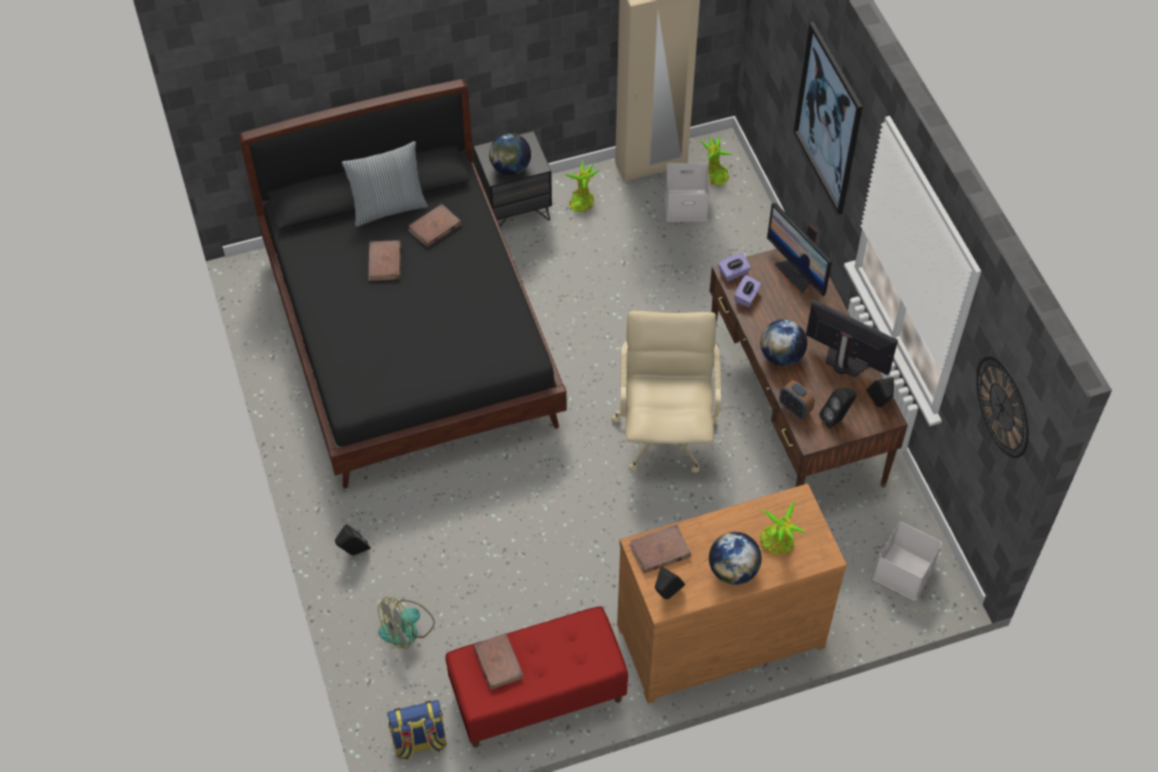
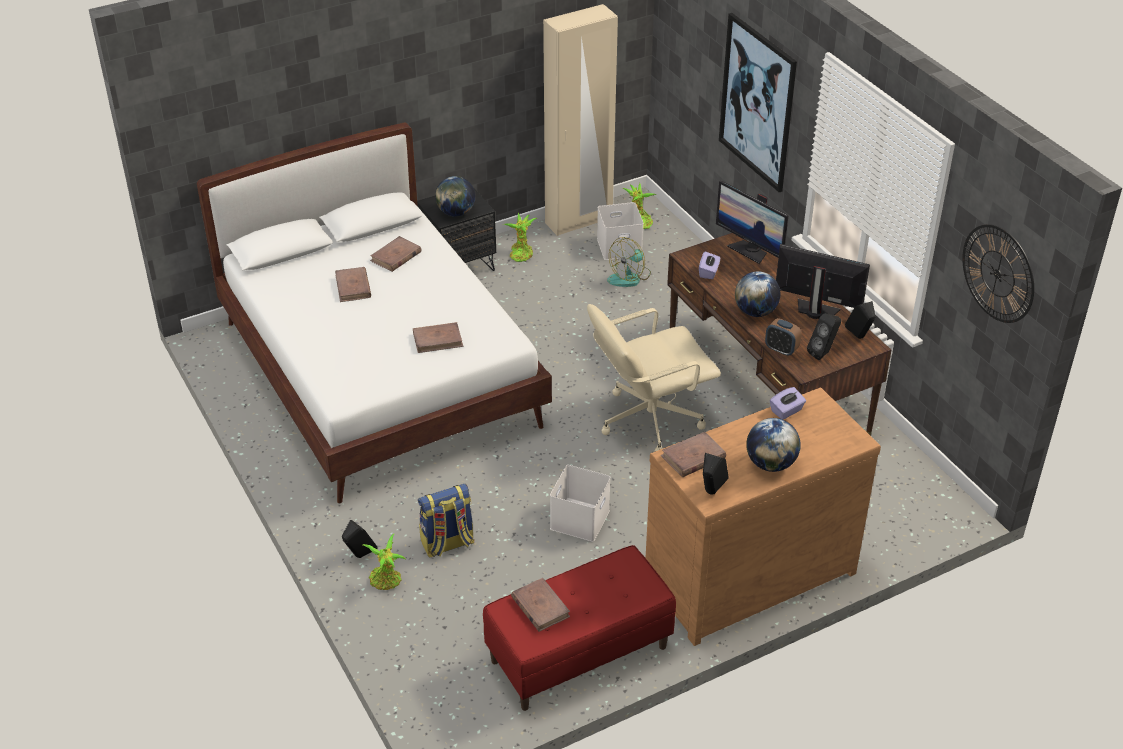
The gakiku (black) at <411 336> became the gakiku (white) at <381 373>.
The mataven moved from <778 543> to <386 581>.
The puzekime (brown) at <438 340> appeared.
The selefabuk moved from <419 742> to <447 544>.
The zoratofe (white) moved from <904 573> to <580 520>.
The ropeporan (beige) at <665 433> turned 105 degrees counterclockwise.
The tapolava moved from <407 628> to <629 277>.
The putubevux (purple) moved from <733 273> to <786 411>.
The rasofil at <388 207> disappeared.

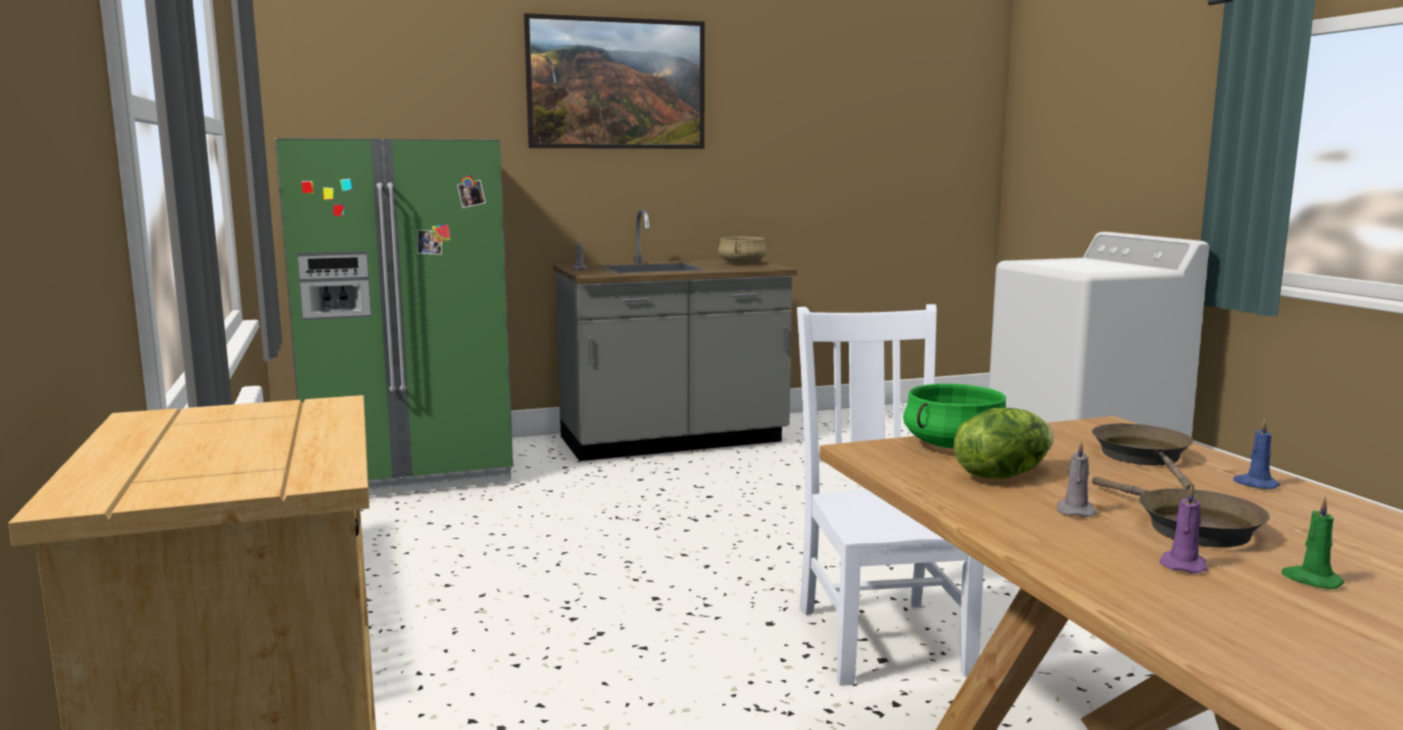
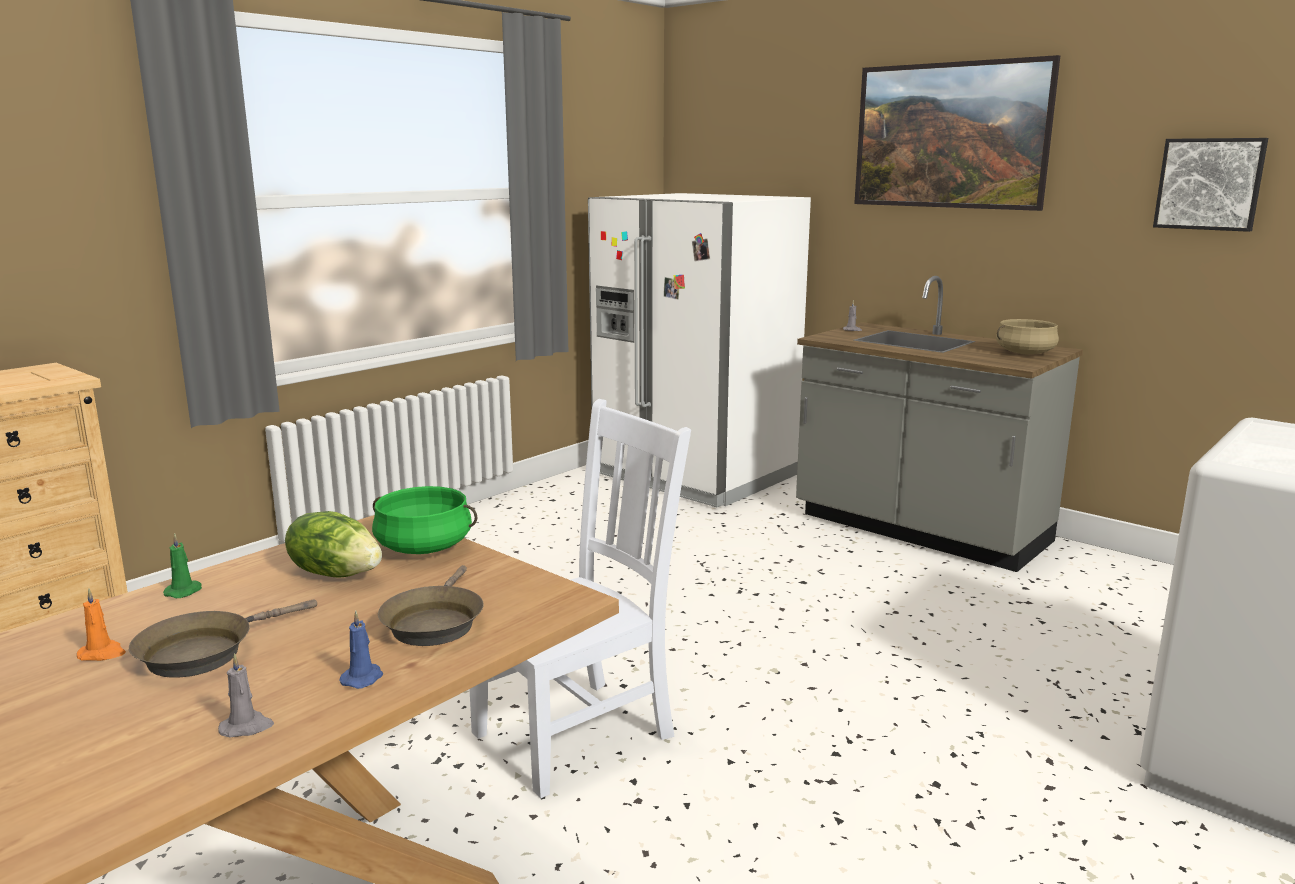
The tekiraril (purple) at <1183 565> became the tekiraril (orange) at <102 654>.
The tekiraril (green) moved from <1311 580> to <184 591>.
The tekiraril (grey) moved from <1075 511> to <247 727>.
The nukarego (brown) at <1144 458> turned 120 degrees clockwise.
The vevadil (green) at <408 470> became the vevadil (white) at <694 475>.
The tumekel at <1209 184> appeared.

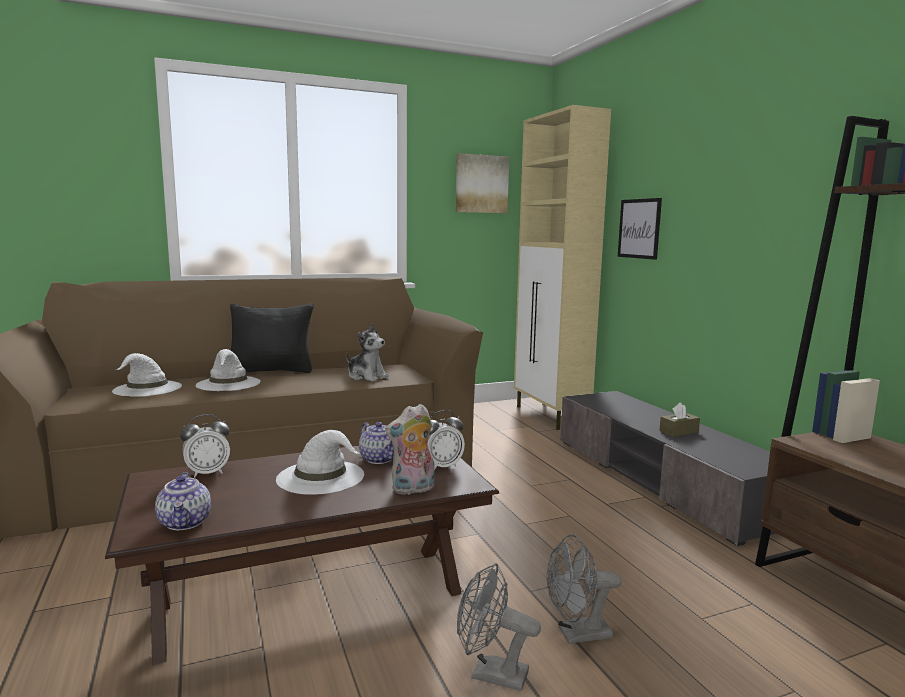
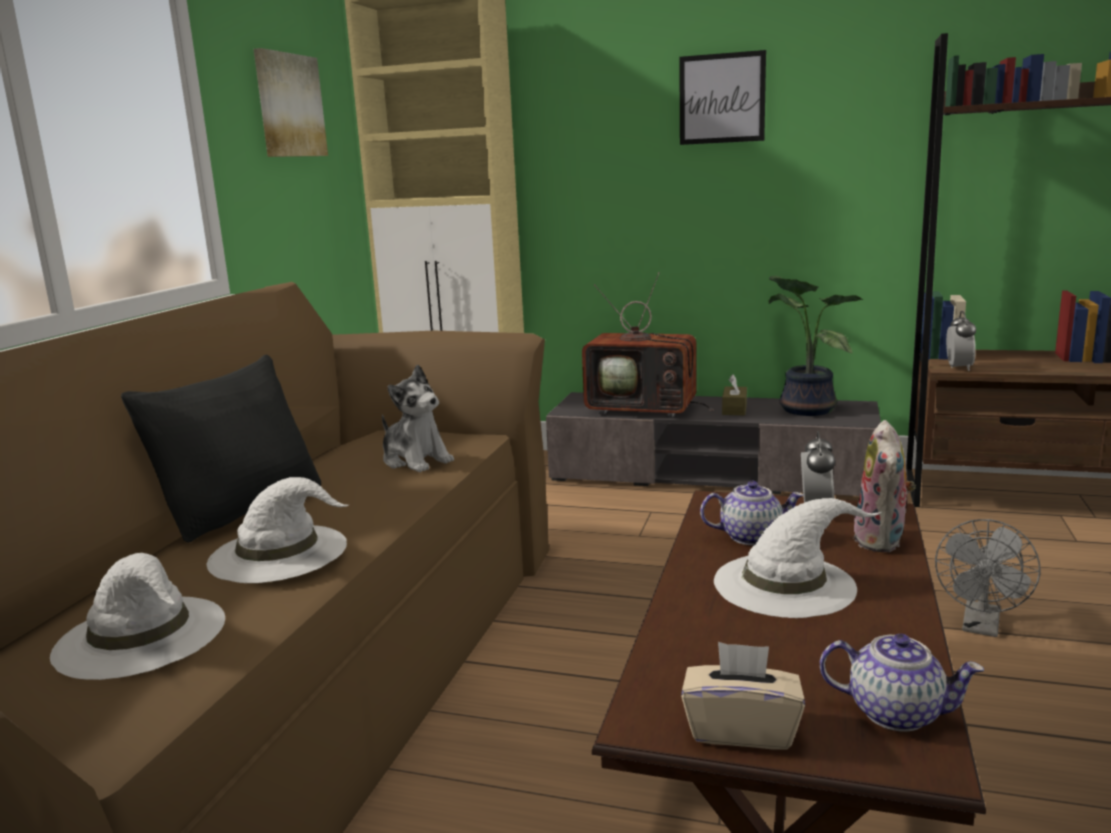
The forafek at <366 376> turned 60 degrees clockwise.
The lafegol at <645 409> appeared.
The tumekel moved from <639 228> to <722 98>.
The putubevux (beige) at <741 729> appeared.
The mataven at <803 409> appeared.
The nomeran moved from <207 473> to <958 368>.
The tapolava (grey) at <490 674> disappeared.

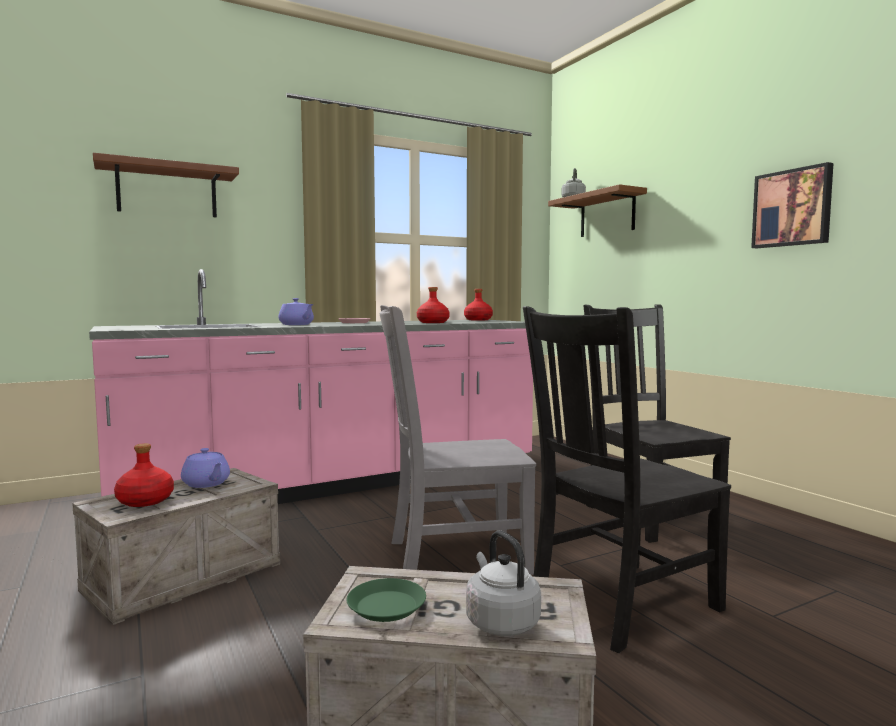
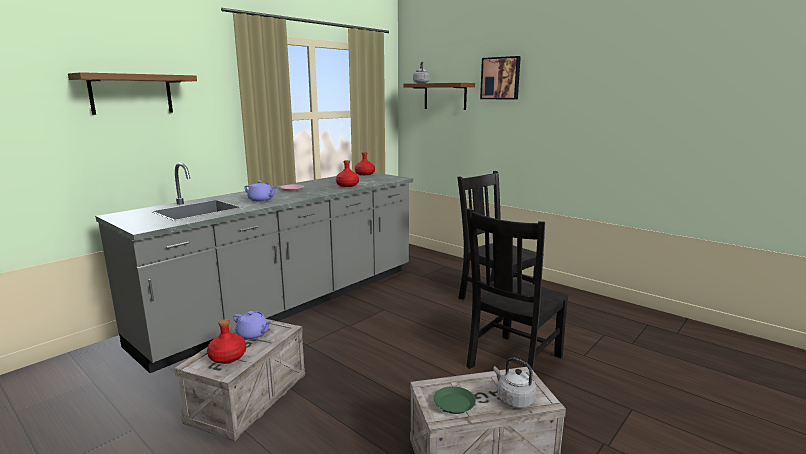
The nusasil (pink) at <338 484> became the nusasil (grey) at <290 304>.
The tumekel moved from <792 208> to <500 78>.
The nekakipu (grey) at <452 557> disappeared.

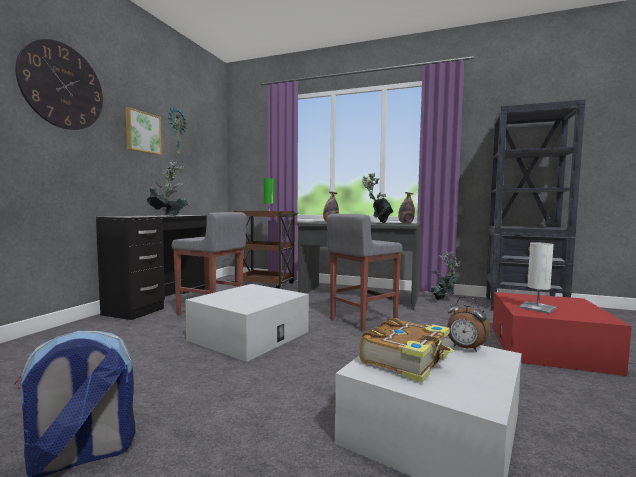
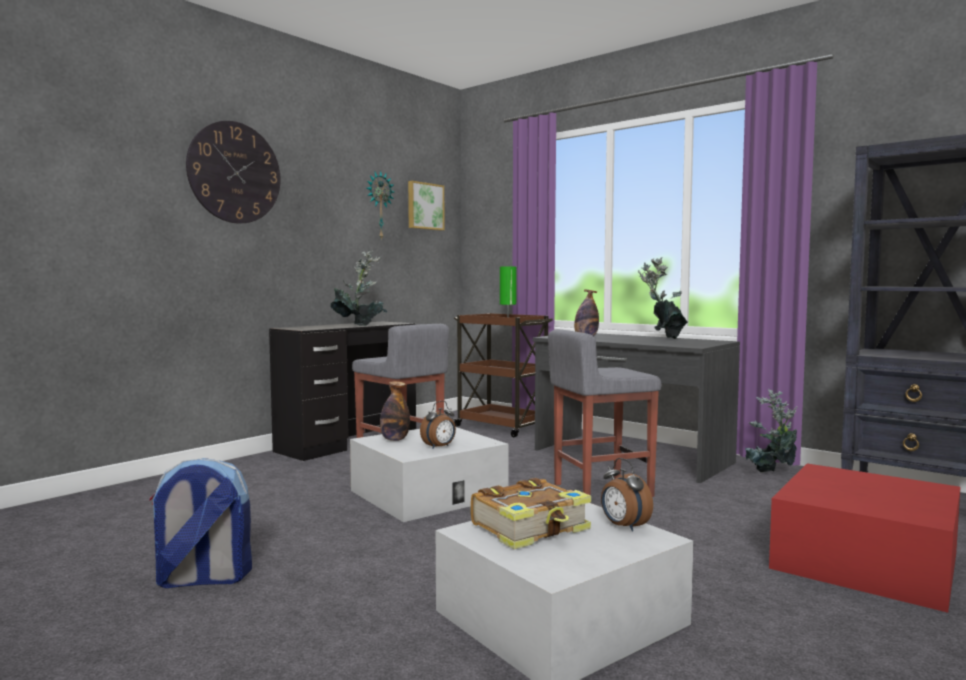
The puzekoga moved from <405 223> to <394 439>.
The tumekel moved from <142 132> to <424 206>.
The nomeran at <439 447> appeared.
The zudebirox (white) at <537 308> disappeared.

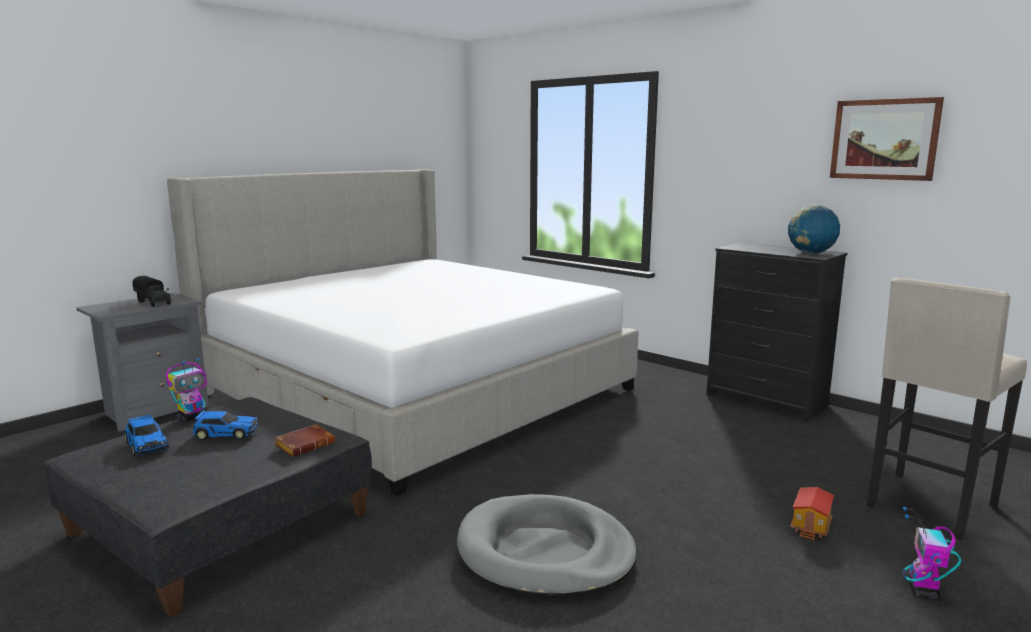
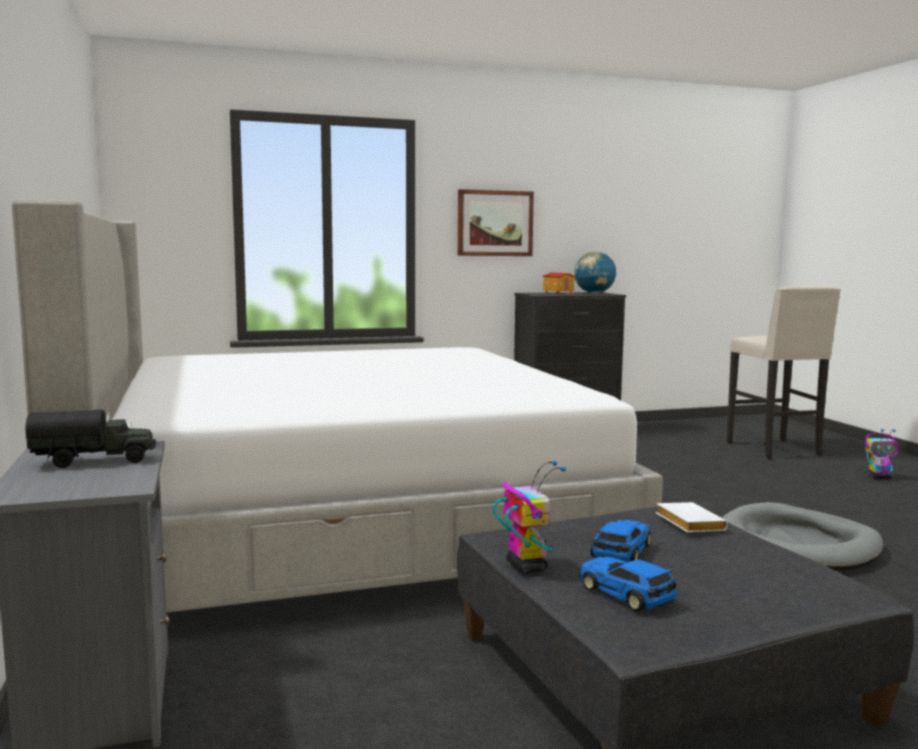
The tumekel moved from <884 139> to <495 223>.
The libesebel moved from <811 526> to <559 293>.
The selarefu at <147 444> turned 120 degrees counterclockwise.
The puzekime (brown) at <305 444> became the puzekime (white) at <687 523>.
The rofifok at <923 591> turned 45 degrees counterclockwise.

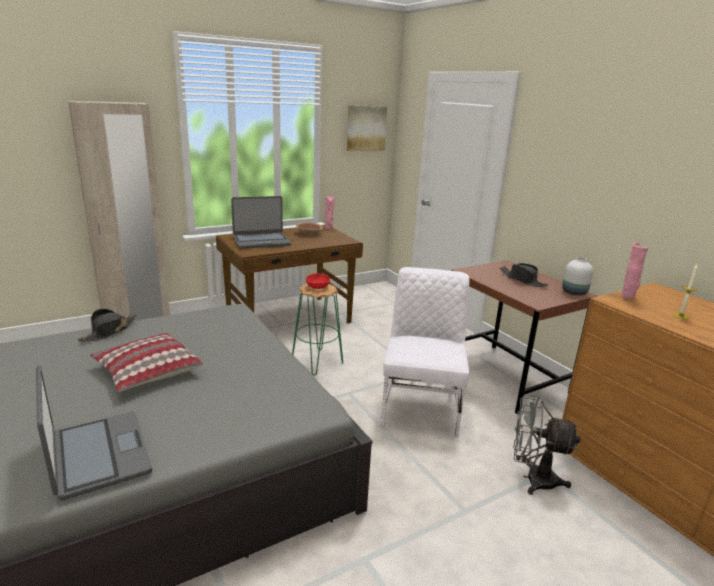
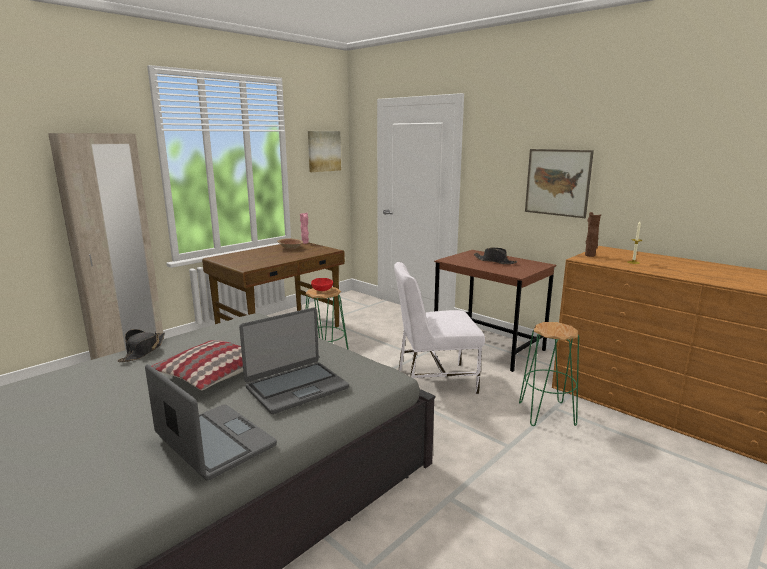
The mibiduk moved from <261 241> to <296 387>.
The nekakipu (white) at <421 407> turned 90 degrees counterclockwise.
The tapolava (grey) at <532 479> was replaced by the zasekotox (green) at <547 414>.
The tumekel at <557 182> appeared.
The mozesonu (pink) at <628 296> became the mozesonu (brown) at <590 255>.
The mozesonu (white) at <574 293> disappeared.

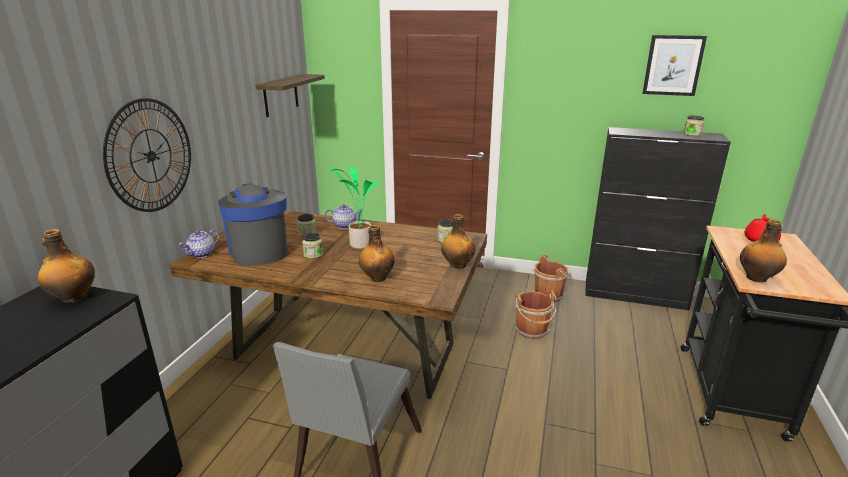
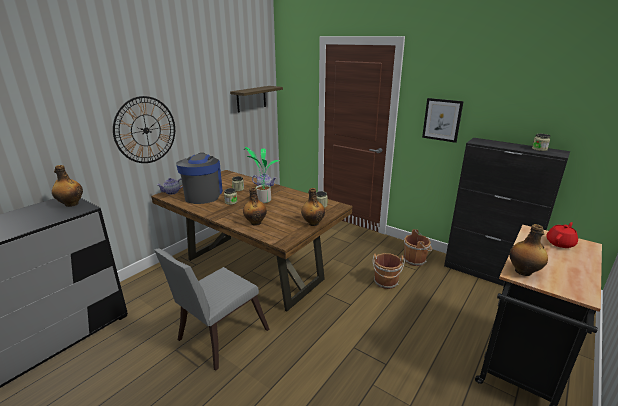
The tumekel moved from <673 65> to <442 120>.

